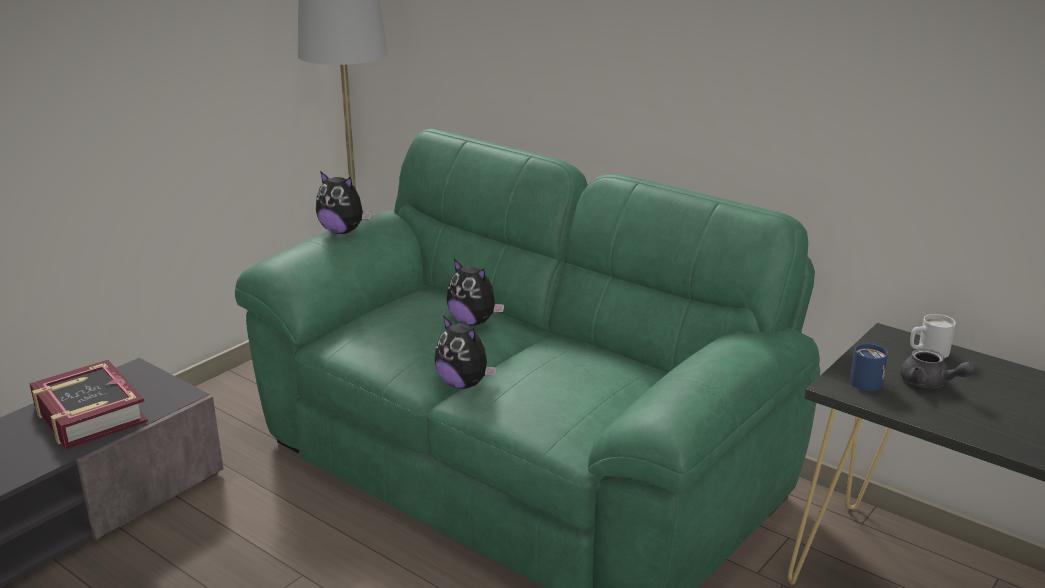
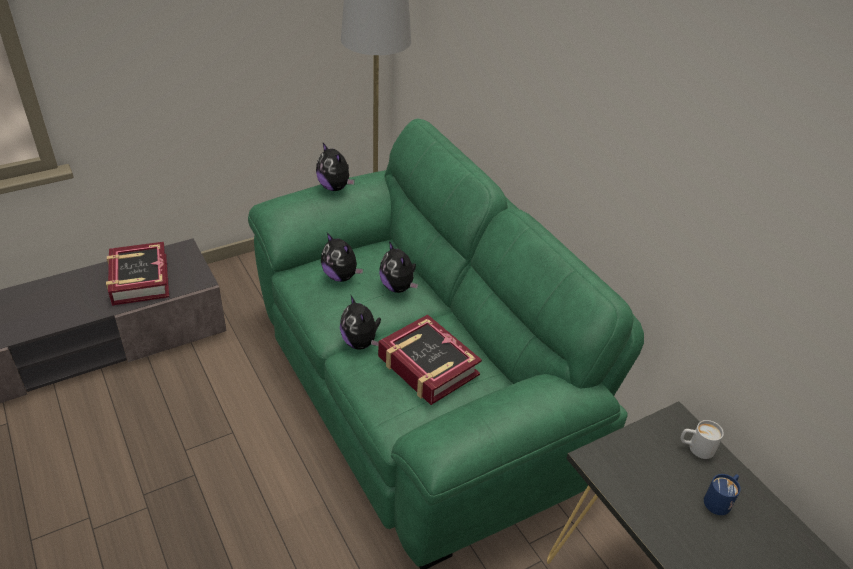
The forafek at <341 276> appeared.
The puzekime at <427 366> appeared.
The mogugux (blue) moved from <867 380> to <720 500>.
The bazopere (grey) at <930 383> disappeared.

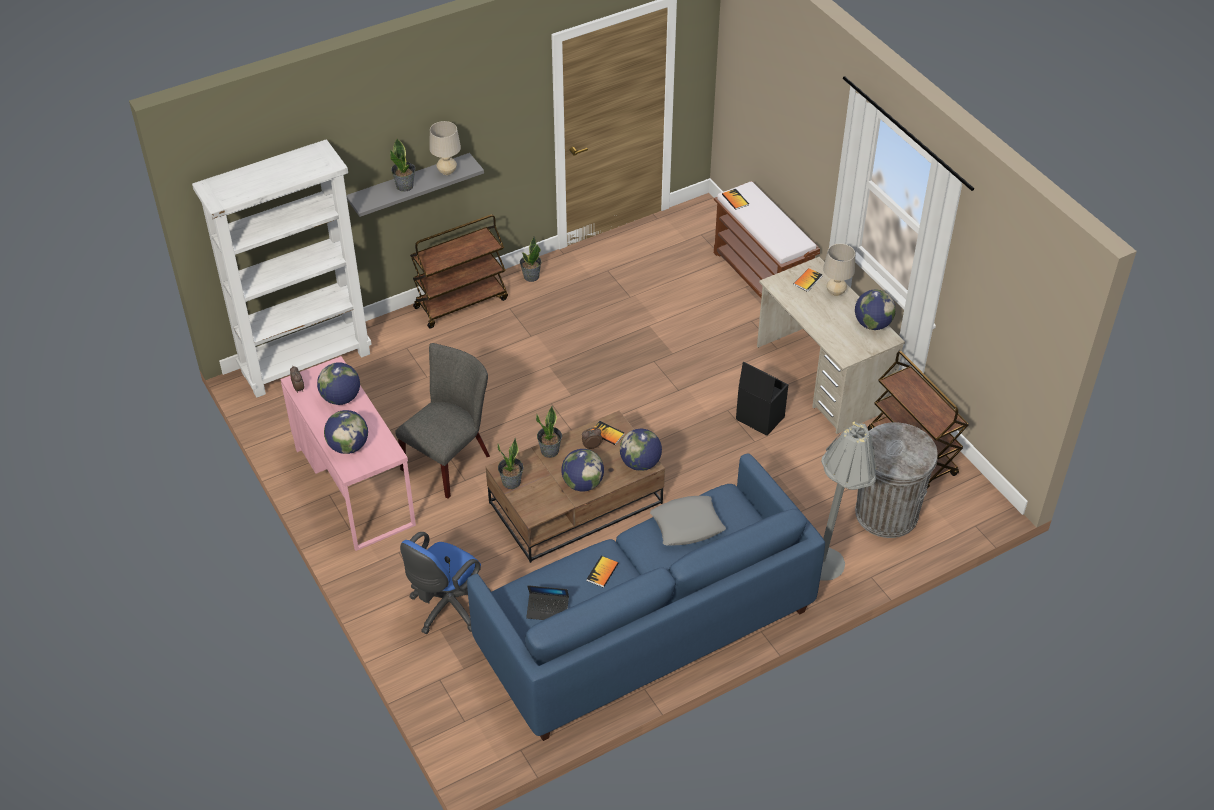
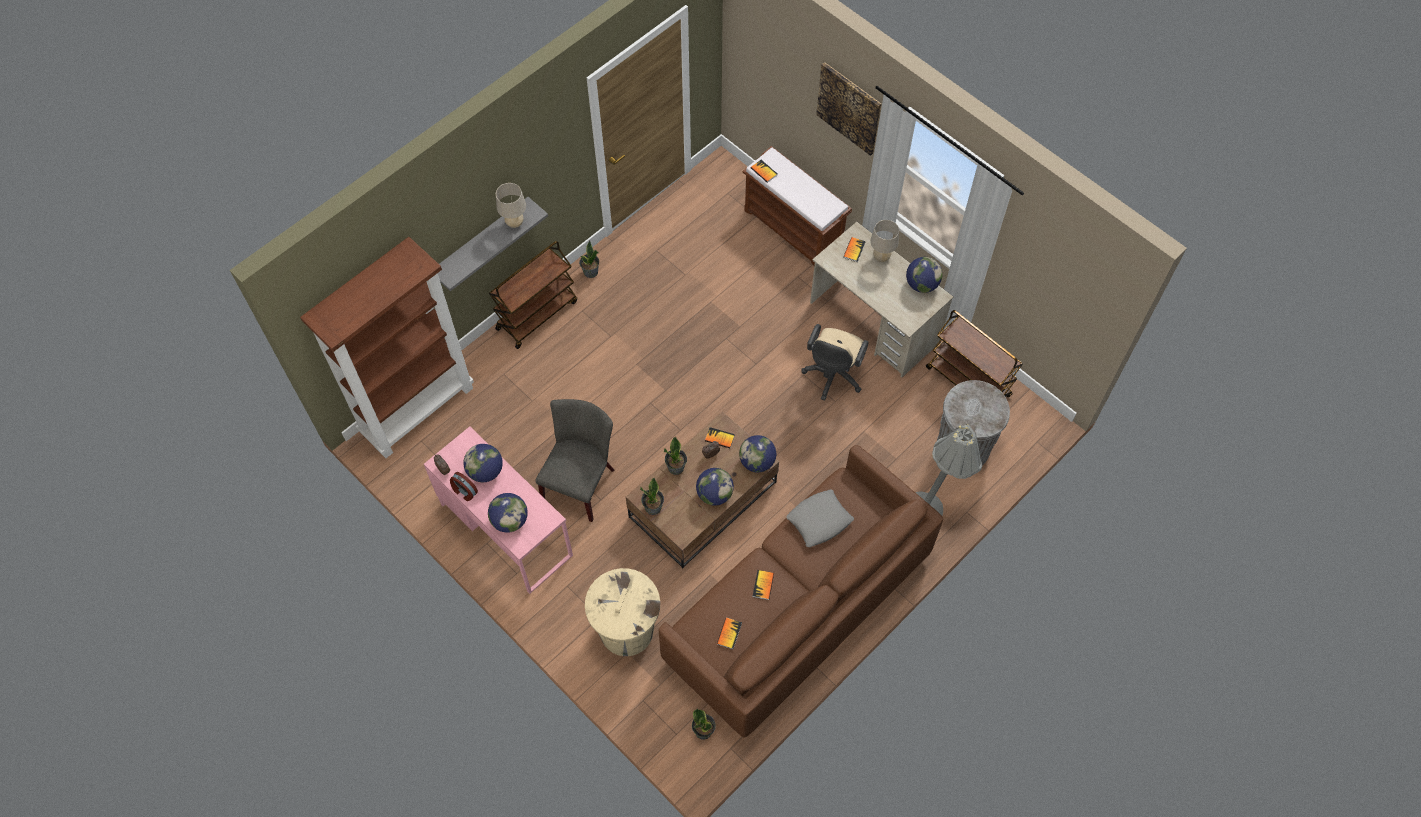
The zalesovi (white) at <306 362> became the zalesovi (brown) at <418 410>.
The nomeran at <464 491> appeared.
The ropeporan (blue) at <446 608> was replaced by the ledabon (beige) at <626 630>.
The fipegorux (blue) at <644 628> became the fipegorux (brown) at <797 607>.
The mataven moved from <405 186> to <703 731>.
The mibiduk at <548 610> was replaced by the puzekime at <729 633>.
The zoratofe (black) at <759 418> was replaced by the ropeporan (beige) at <832 376>.
The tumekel at <849 108> appeared.

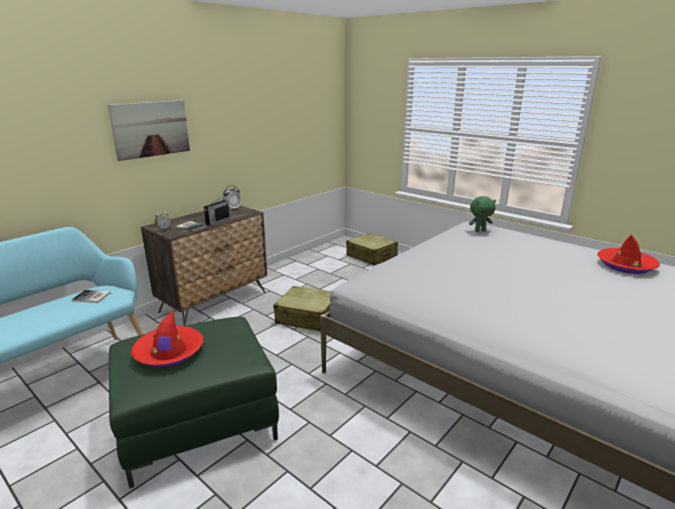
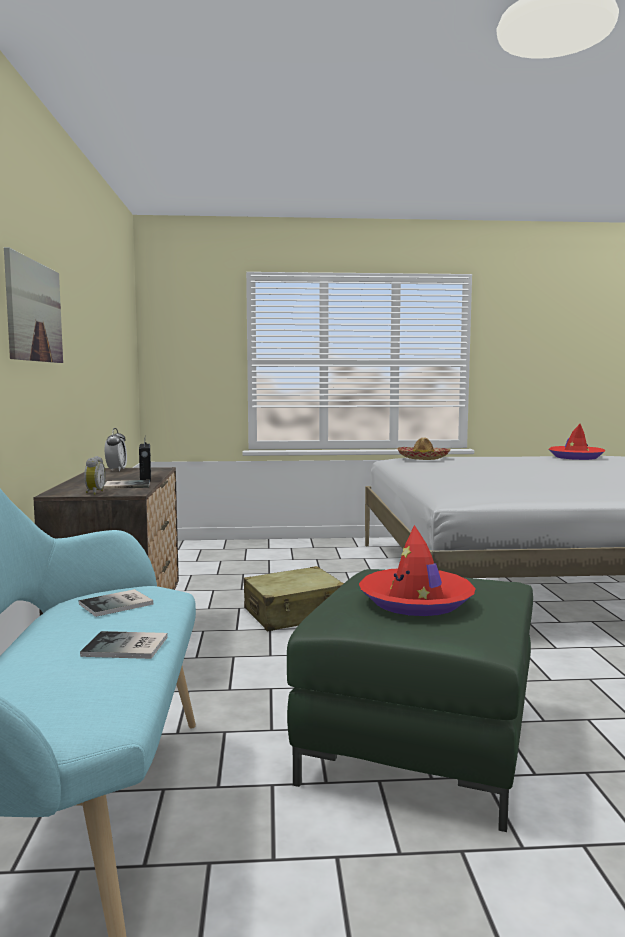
The puzekime at <126 647> appeared.
The forafek (green) at <479 231> was replaced by the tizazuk at <423 458>.
The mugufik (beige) at <371 256> disappeared.

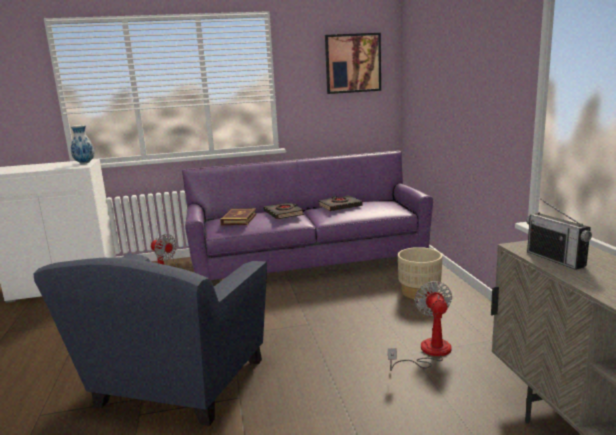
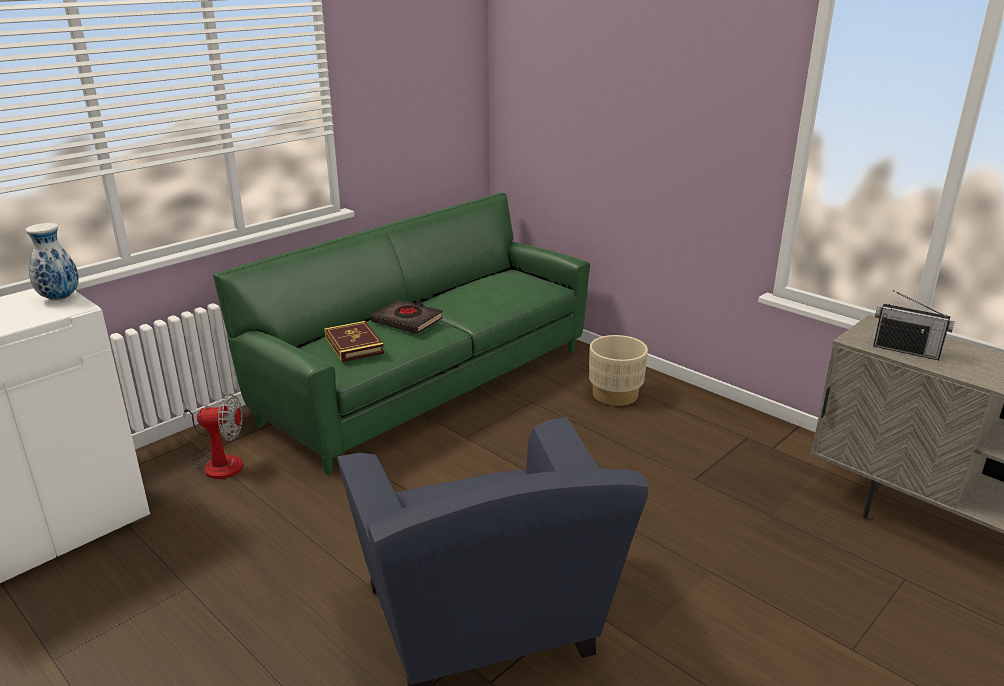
The fipegorux (purple) at <309 263> became the fipegorux (green) at <427 384>.
The puzekime (black) at <340 206> disappeared.
The tumekel at <353 63> disappeared.
The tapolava at <428 352> disappeared.

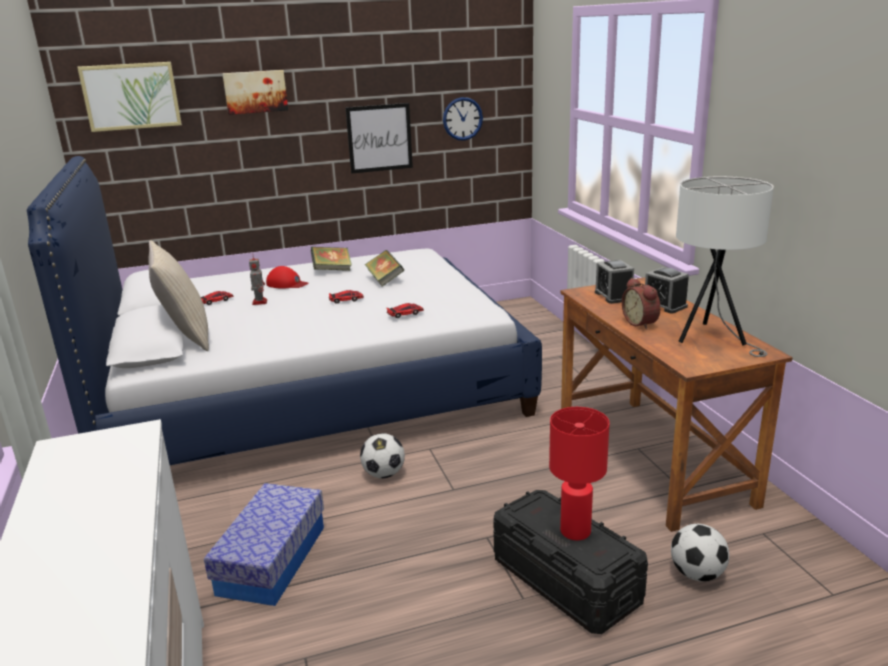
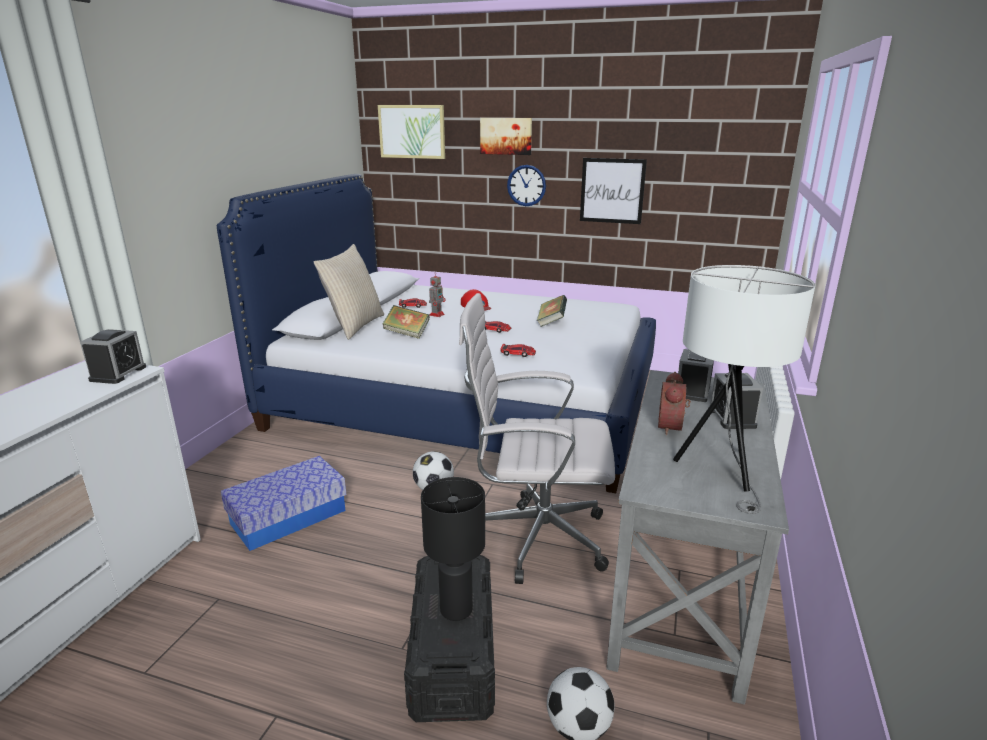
The nomeran at <118 373> appeared.
The puzekime moved from <332 270> to <407 334>.
The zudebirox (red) at <576 531> became the zudebirox (black) at <457 610>.
The ropeporan (white) at <535 537> appeared.
The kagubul moved from <462 118> to <526 185>.
The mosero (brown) at <652 458> became the mosero (grey) at <681 586>.

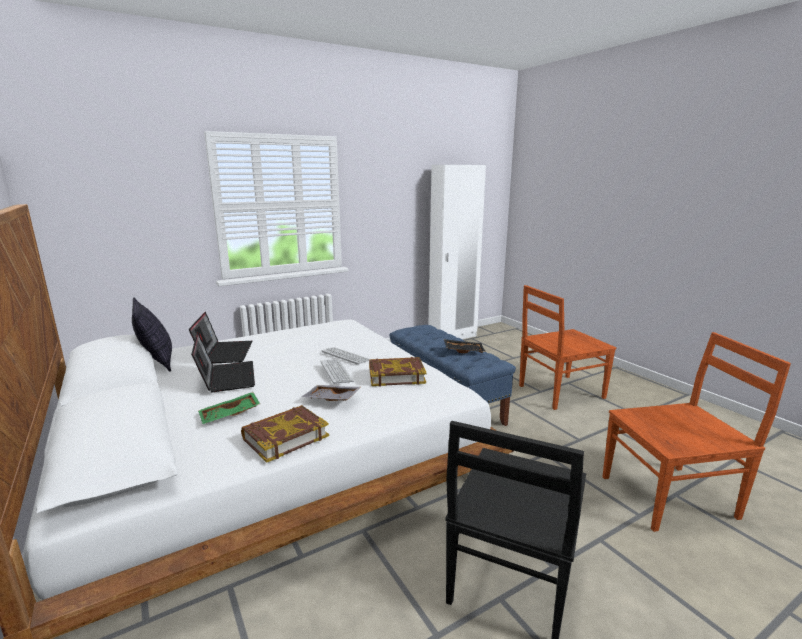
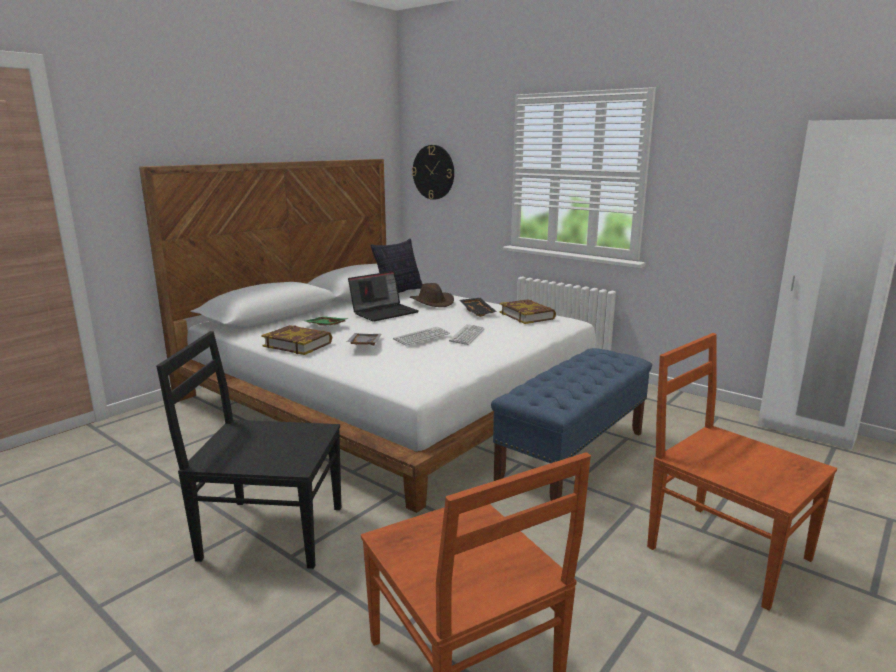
The mibiduk at <224 353> was replaced by the tizazuk (brown) at <432 302>.
The kagubul at <433 172> appeared.
The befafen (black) moved from <463 350> to <478 311>.
The puzekime moved from <396 375> to <527 315>.

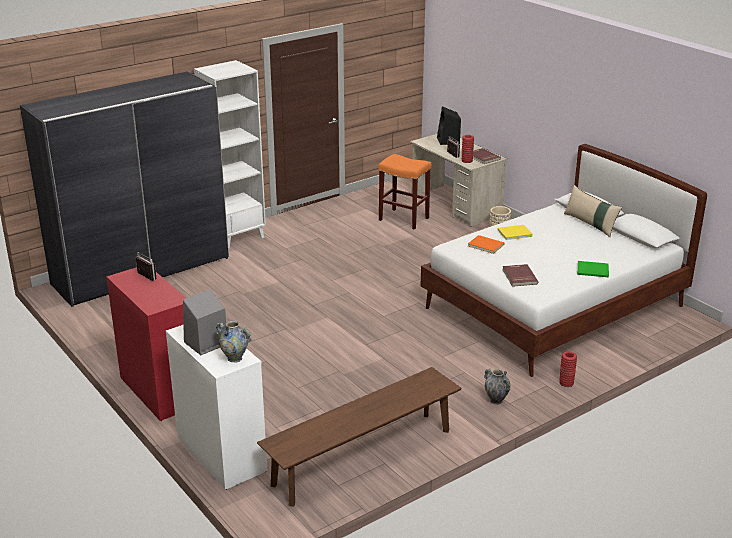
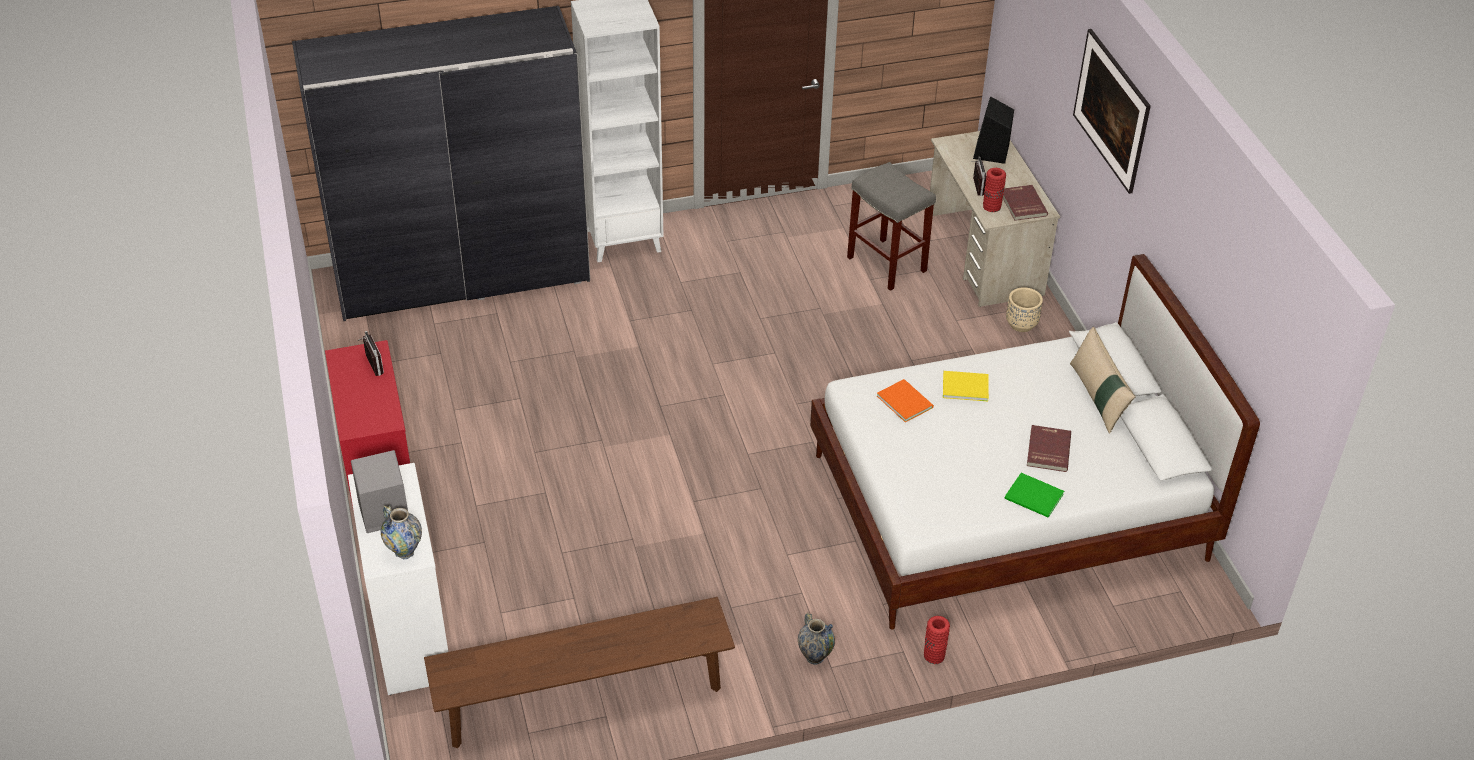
The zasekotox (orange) at <403 219> became the zasekotox (grey) at <885 264>.
The puzekime (red) moved from <519 277> to <1047 450>.
The tumekel at <1107 131> appeared.

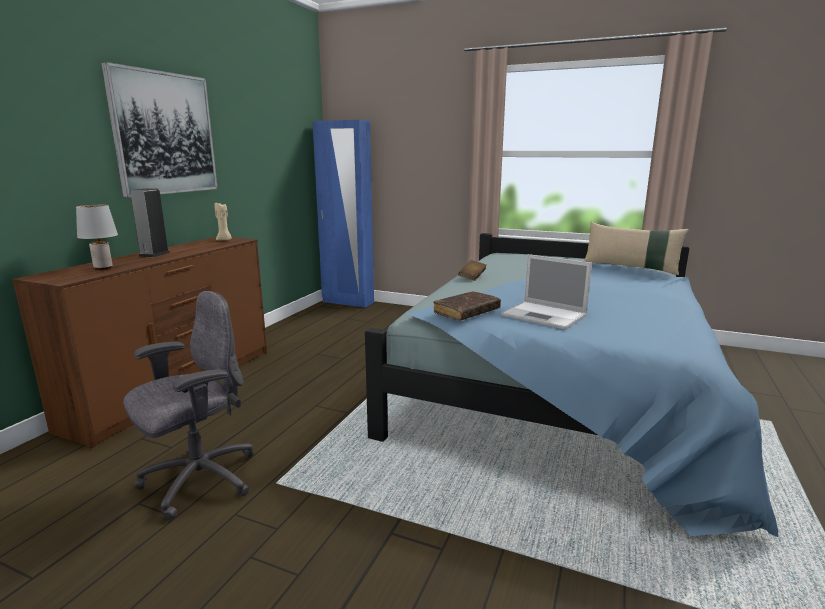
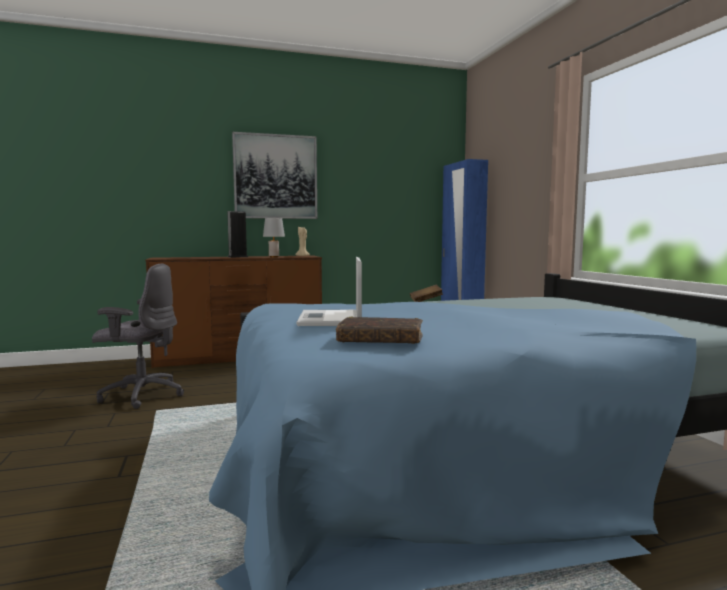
The zudebirox (grey) moved from <103 268> to <273 257>.
The puzekime (brown) moved from <466 312> to <380 340>.
The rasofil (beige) at <630 268> disappeared.

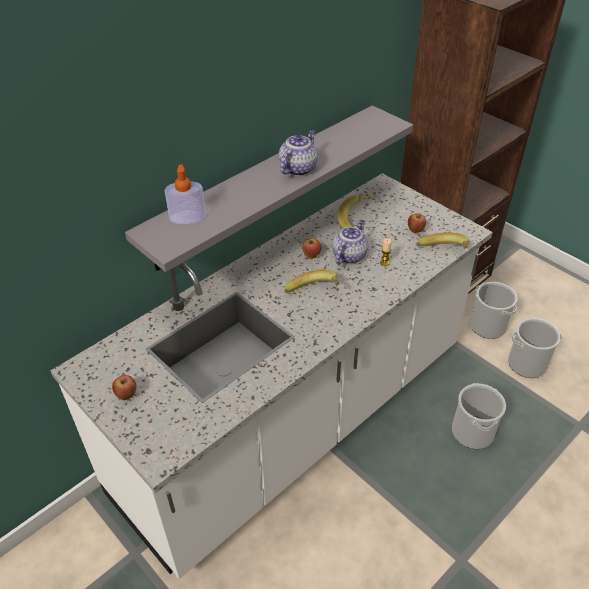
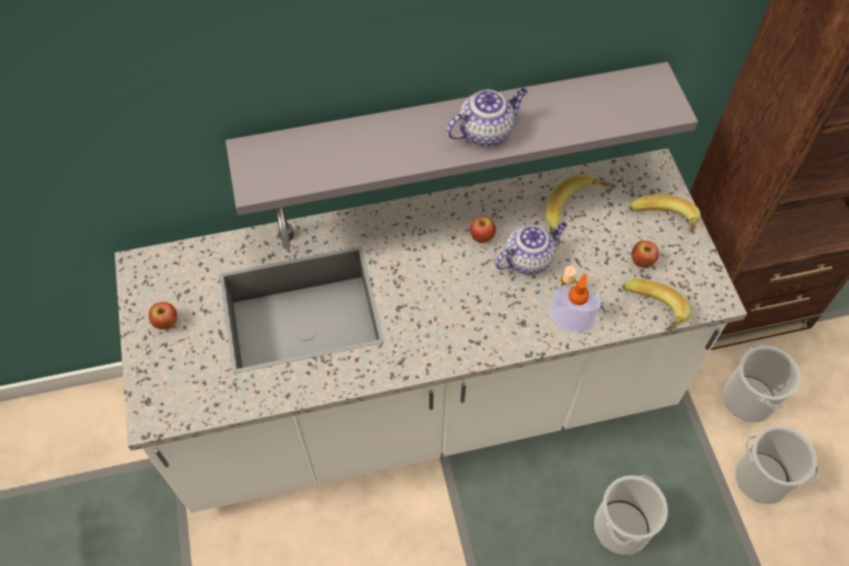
The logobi moved from <187 217> to <571 319>.
The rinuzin moved from <314 294> to <663 226>.

